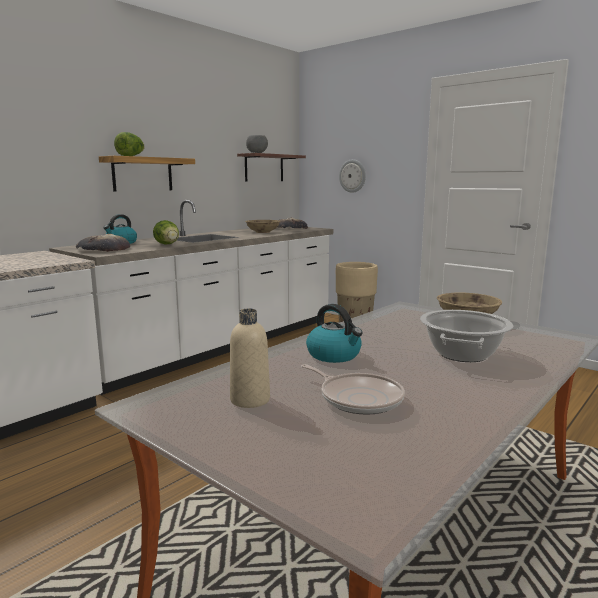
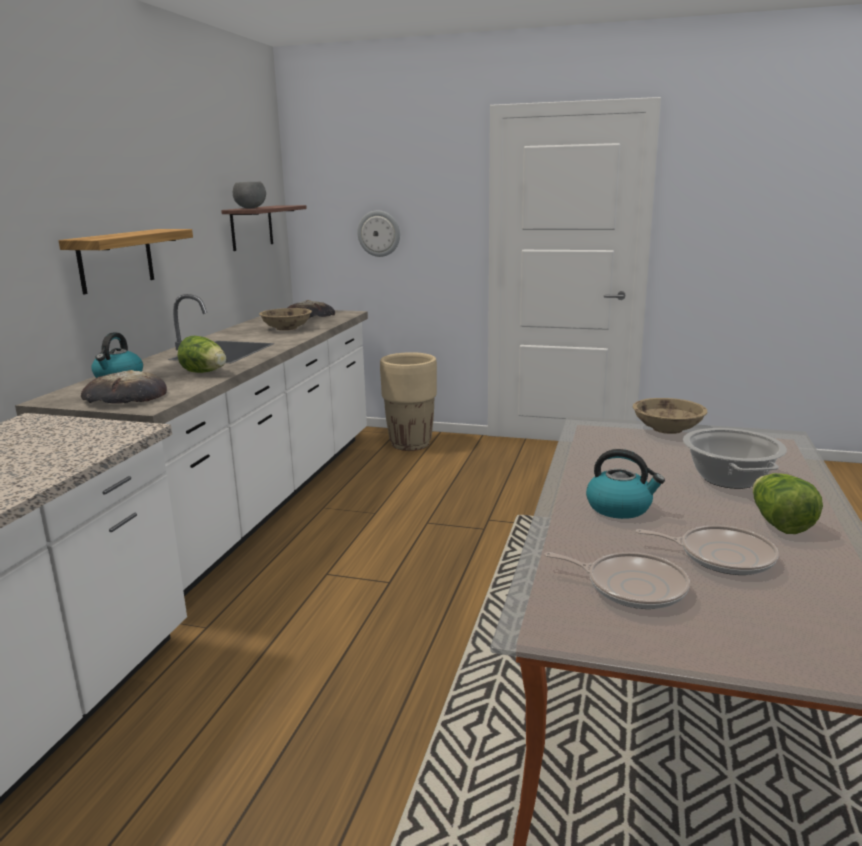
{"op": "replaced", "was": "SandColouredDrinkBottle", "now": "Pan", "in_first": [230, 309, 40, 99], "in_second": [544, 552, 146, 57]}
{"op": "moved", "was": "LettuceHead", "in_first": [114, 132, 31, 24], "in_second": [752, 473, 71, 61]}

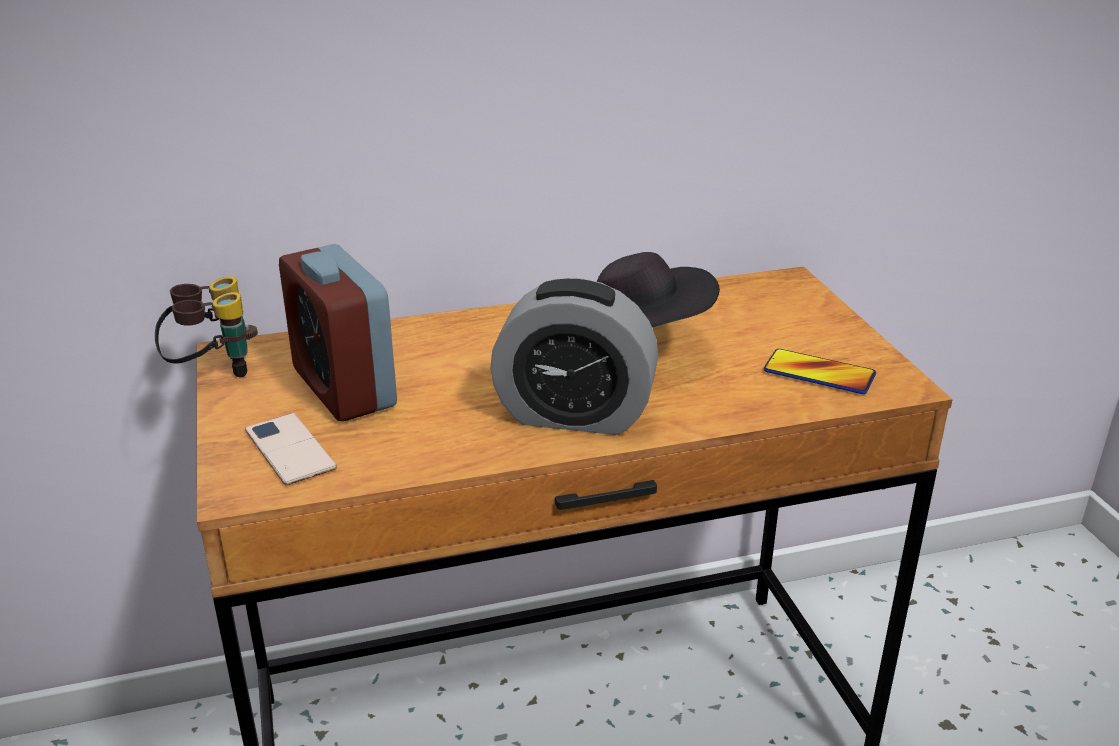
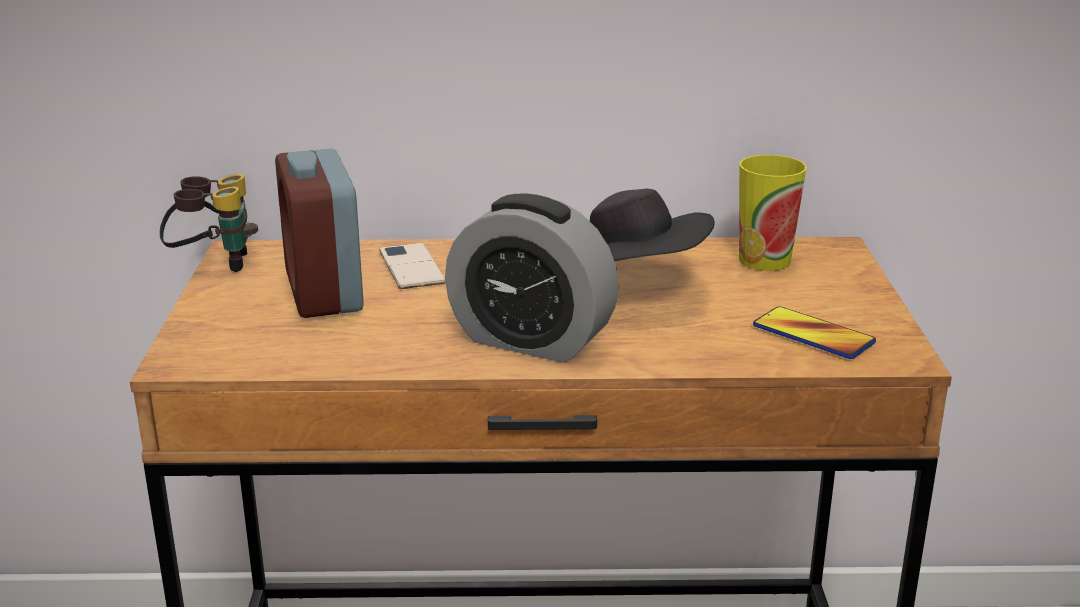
{"op": "moved", "was": "Phone", "in_first": [245, 413, 92, 73], "in_second": [379, 243, 67, 46]}
{"op": "added", "now": "DrinkingCup", "in_second": [739, 155, 68, 116]}

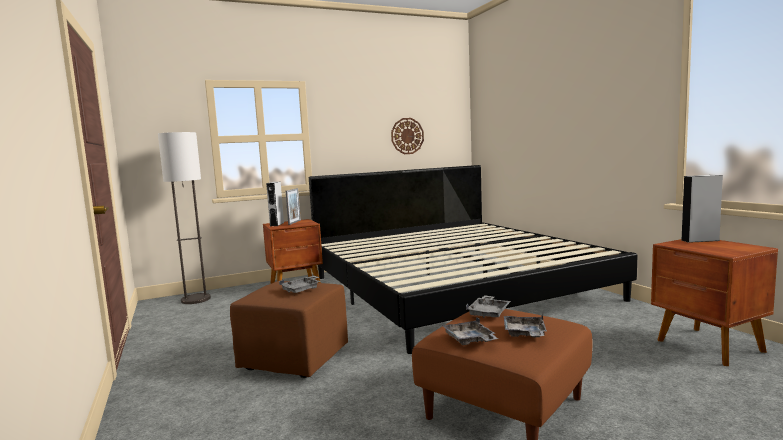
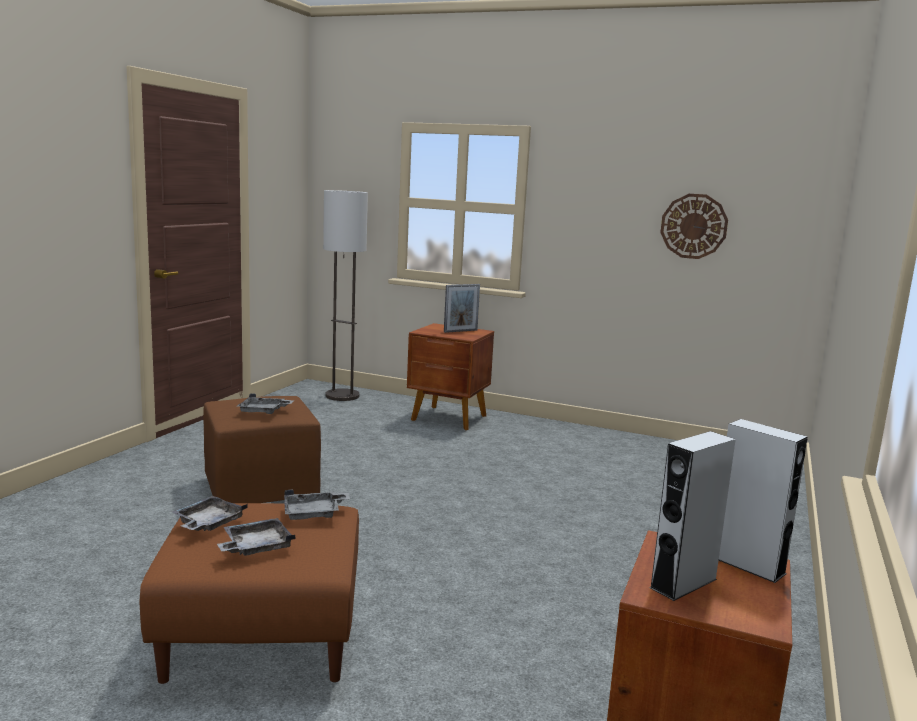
{"op": "moved", "was": "GreyLoudspeaker", "in_first": [266, 182, 18, 44], "in_second": [650, 431, 86, 170]}
{"op": "removed", "was": "Bed", "in_first": [309, 165, 328, 189]}

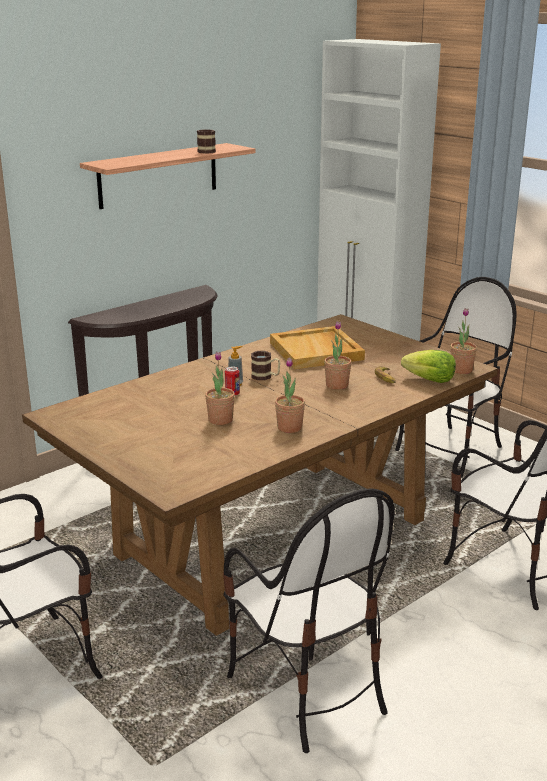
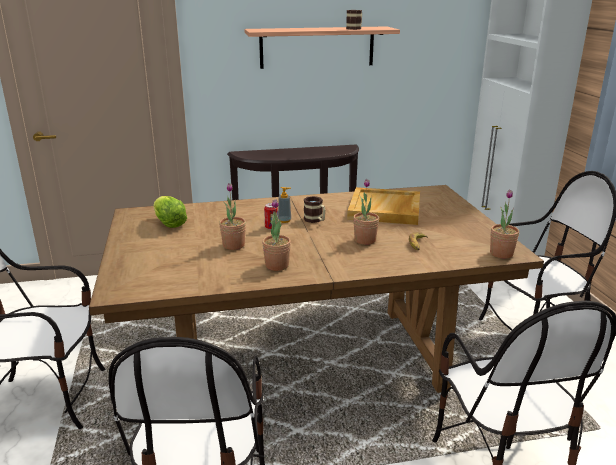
{"op": "moved", "was": "LettuceHead", "in_first": [401, 350, 55, 33], "in_second": [154, 196, 33, 32]}

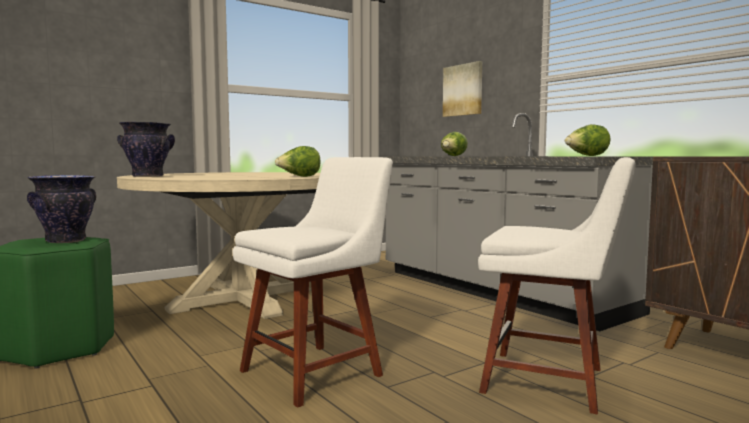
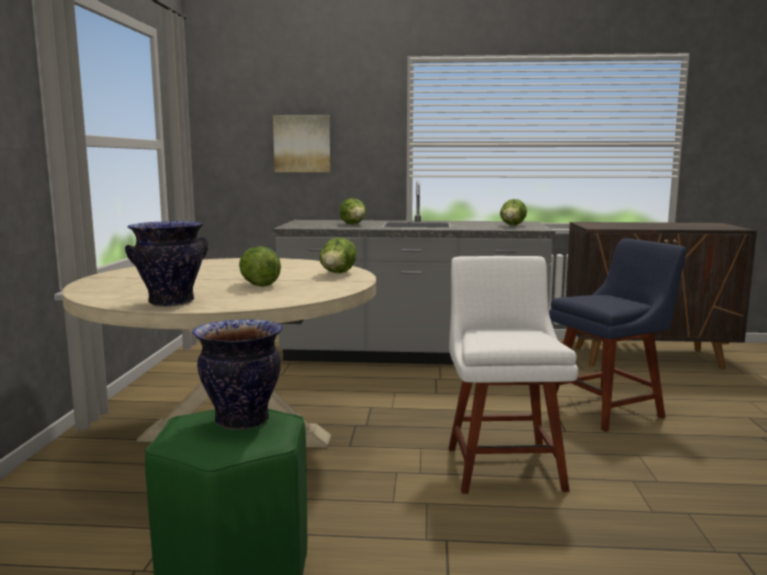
{"op": "added", "now": "LettuceHead", "in_second": [239, 246, 42, 41]}
{"op": "recoloured", "was": "WhitishUprightChair", "now": "BluishUprightChair", "in_first": [478, 157, 158, 258], "in_second": [549, 238, 138, 194]}

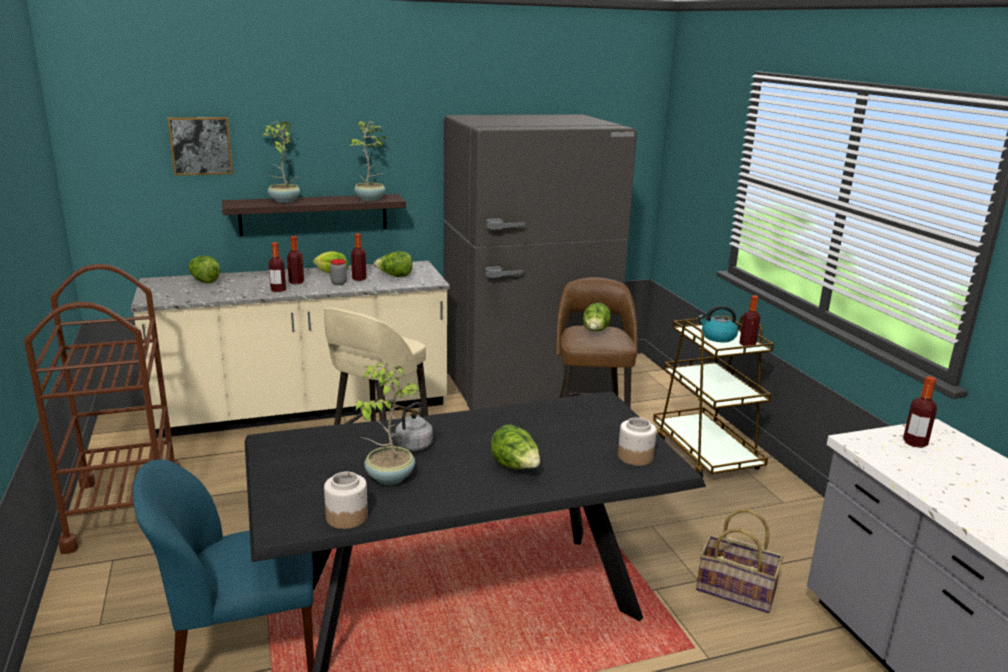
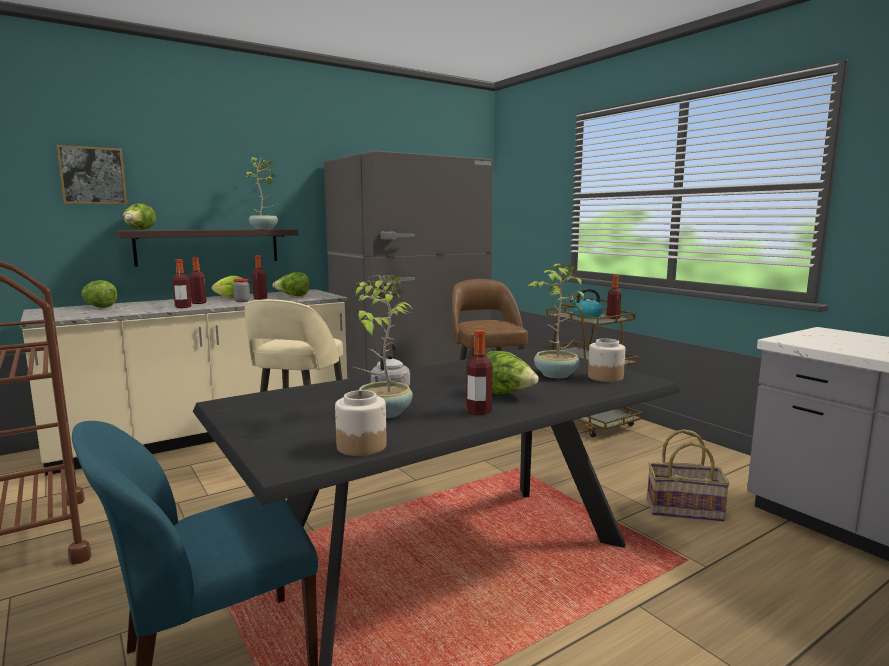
{"op": "moved", "was": "LettuceHead", "in_first": [583, 303, 28, 29], "in_second": [123, 203, 33, 27]}
{"op": "moved", "was": "DrinkBottle", "in_first": [903, 376, 34, 72], "in_second": [466, 330, 27, 85]}
{"op": "moved", "was": "Houseplant", "in_first": [262, 121, 38, 82], "in_second": [528, 264, 56, 114]}

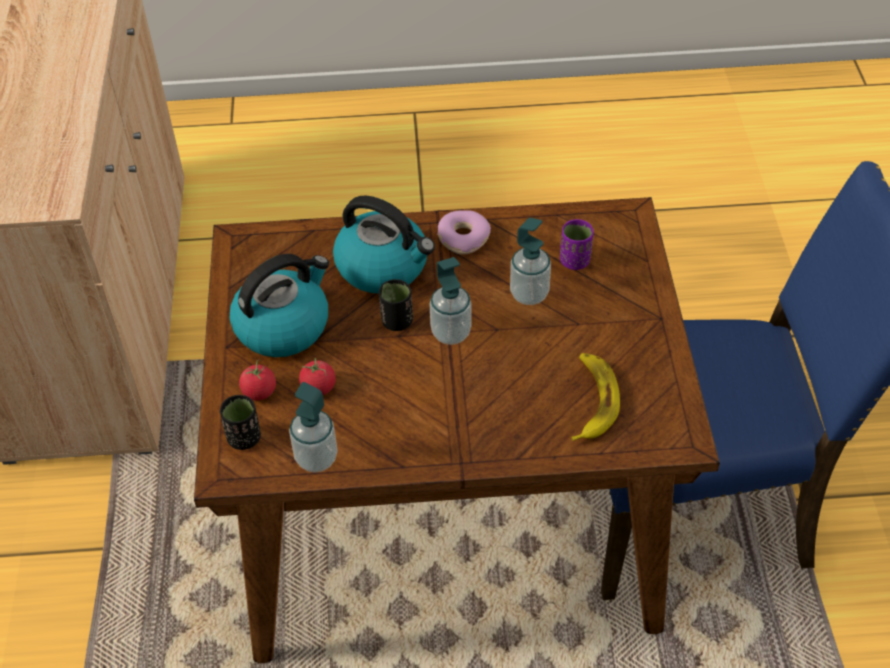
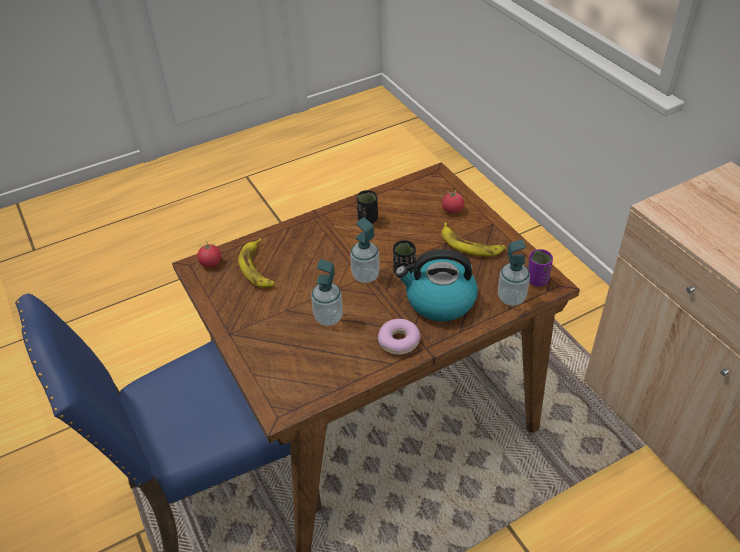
{"op": "moved", "was": "WholeTomato", "in_first": [299, 358, 37, 37], "in_second": [197, 241, 24, 26]}
{"op": "moved", "was": "BlackColouredDrinkingCup", "in_first": [220, 395, 41, 55], "in_second": [357, 190, 21, 34]}
{"op": "replaced", "was": "WaterKettle", "now": "BananaFruit", "in_first": [230, 254, 99, 103], "in_second": [442, 222, 64, 35]}
{"op": "moved", "was": "LiquidSoapBottle", "in_first": [289, 382, 49, 91], "in_second": [498, 239, 32, 67]}
{"op": "moved", "was": "PurpleDrinkingCup", "in_first": [560, 219, 34, 51], "in_second": [528, 249, 25, 37]}

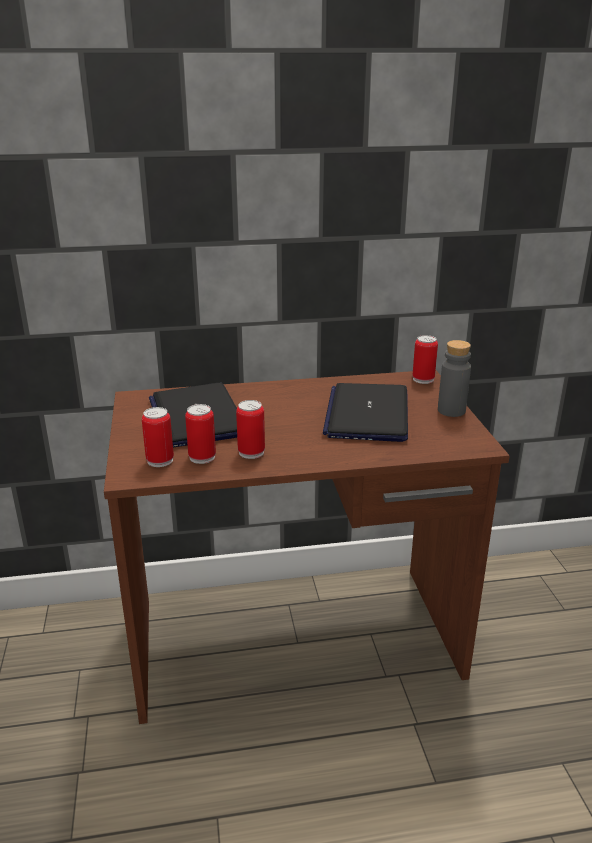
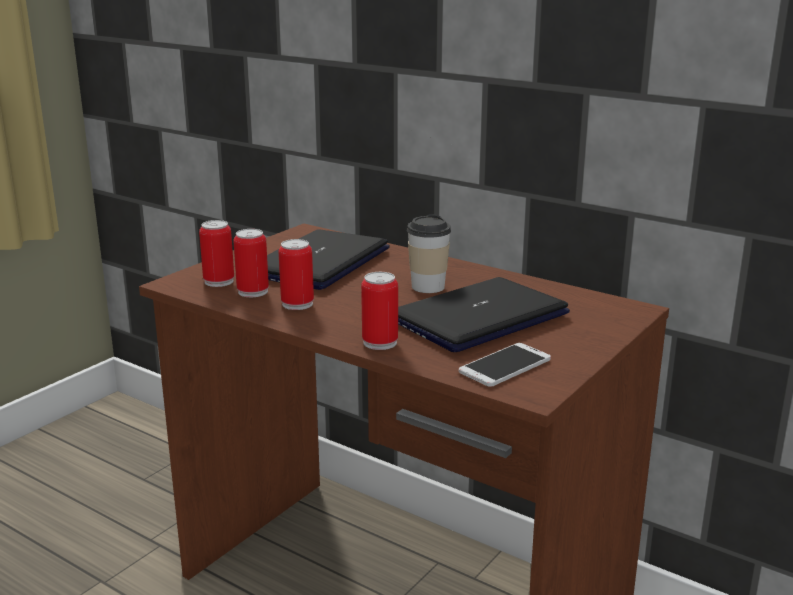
{"op": "moved", "was": "Can", "in_first": [412, 335, 26, 49], "in_second": [361, 272, 37, 78]}
{"op": "added", "now": "DrinkingCup", "in_second": [407, 214, 44, 79]}
{"op": "added", "now": "Phone", "in_second": [459, 343, 92, 44]}
{"op": "removed", "was": "GreyDrinkBottle", "in_first": [438, 340, 33, 77]}

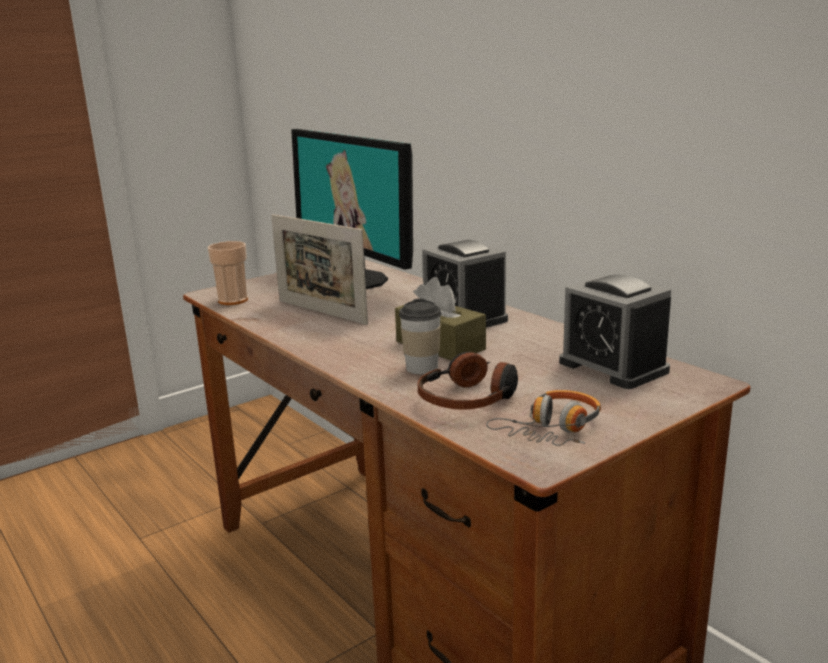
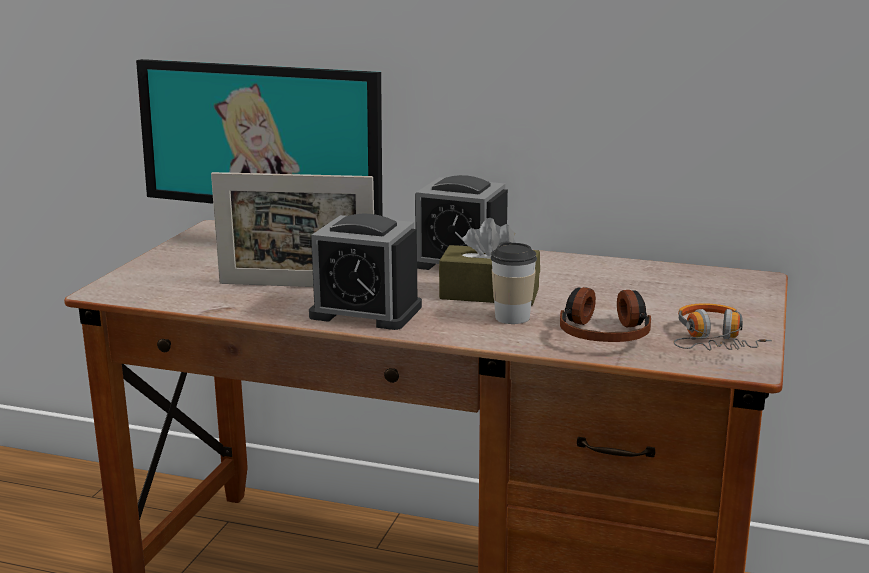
{"op": "moved", "was": "TableClock", "in_first": [559, 274, 112, 115], "in_second": [309, 214, 113, 116]}
{"op": "removed", "was": "DrinkingCup", "in_first": [207, 241, 41, 64]}

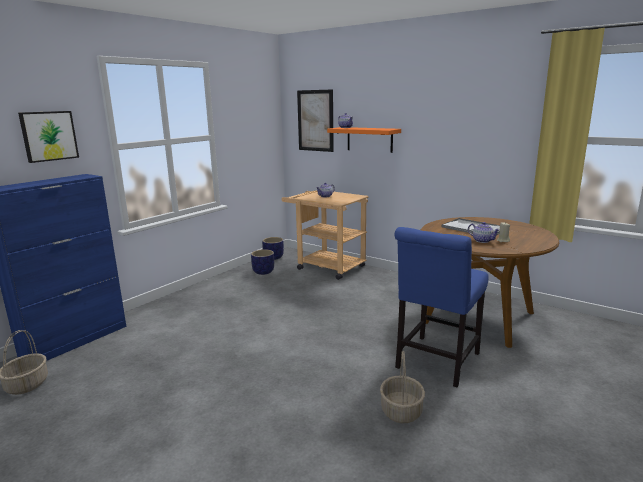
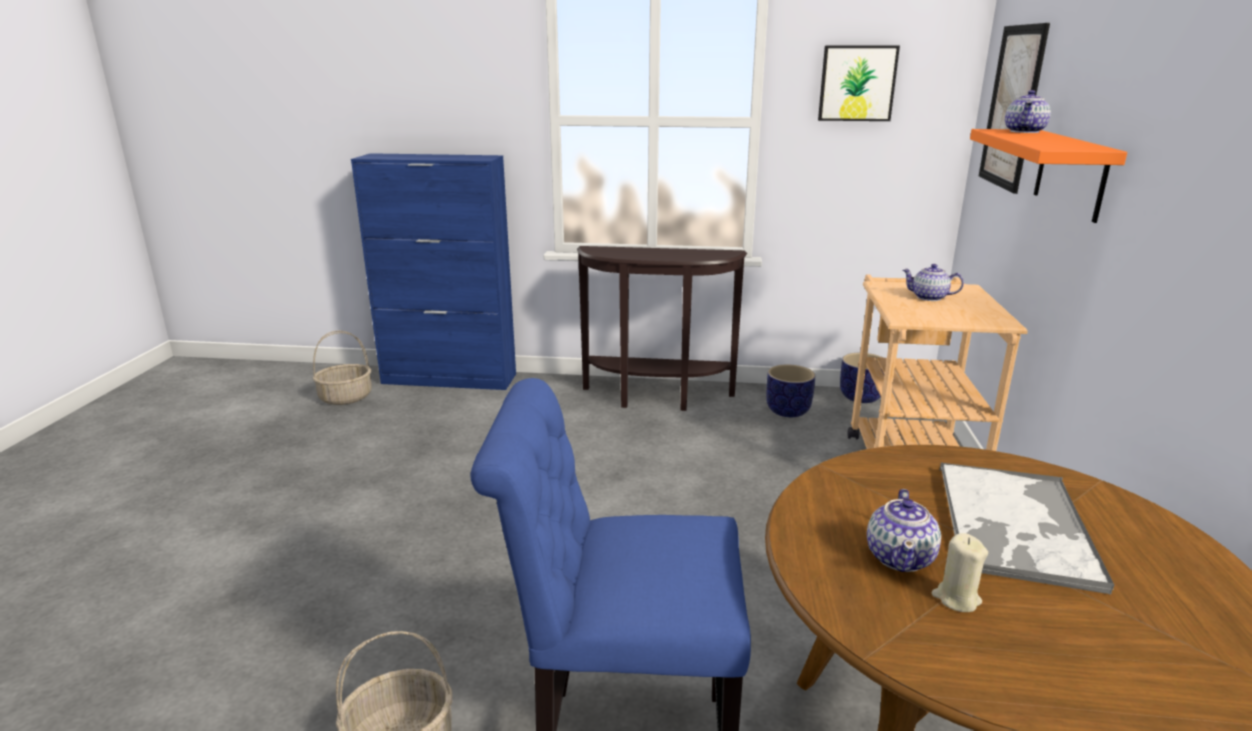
{"op": "added", "now": "BrownColouredConsoleTable", "in_second": [577, 246, 170, 165]}
{"op": "moved", "was": "Picture", "in_first": [18, 111, 61, 52], "in_second": [818, 46, 82, 75]}

